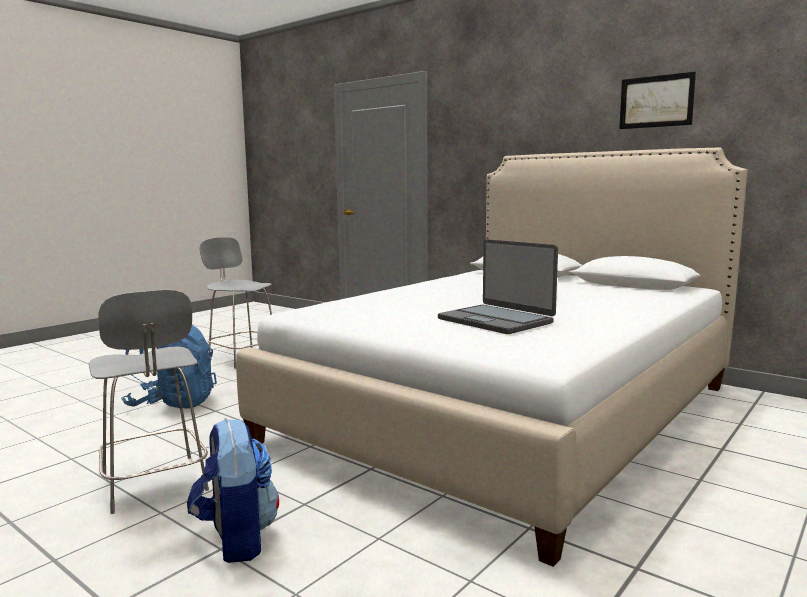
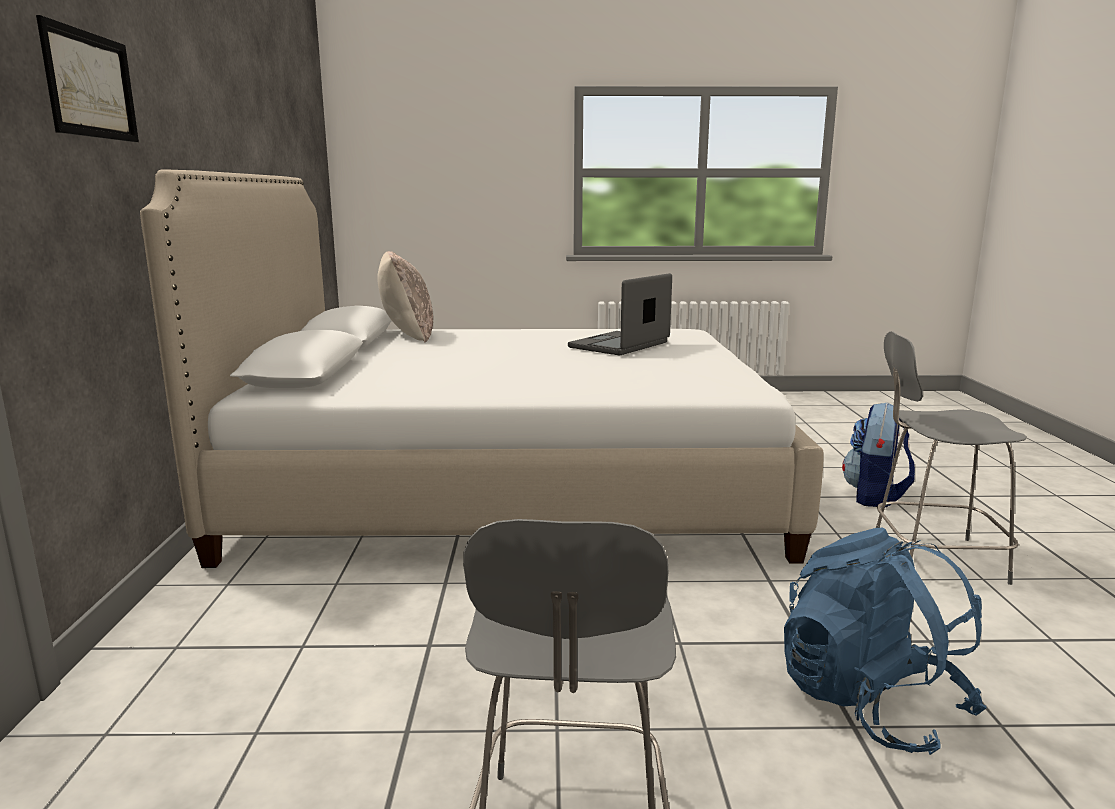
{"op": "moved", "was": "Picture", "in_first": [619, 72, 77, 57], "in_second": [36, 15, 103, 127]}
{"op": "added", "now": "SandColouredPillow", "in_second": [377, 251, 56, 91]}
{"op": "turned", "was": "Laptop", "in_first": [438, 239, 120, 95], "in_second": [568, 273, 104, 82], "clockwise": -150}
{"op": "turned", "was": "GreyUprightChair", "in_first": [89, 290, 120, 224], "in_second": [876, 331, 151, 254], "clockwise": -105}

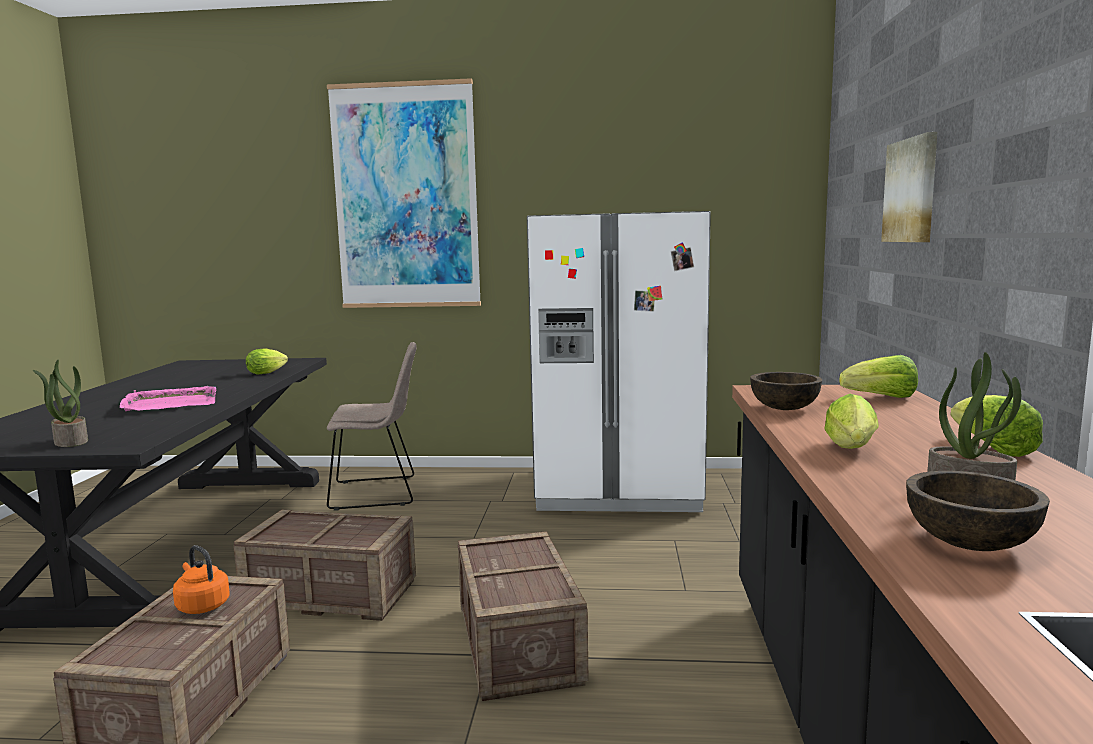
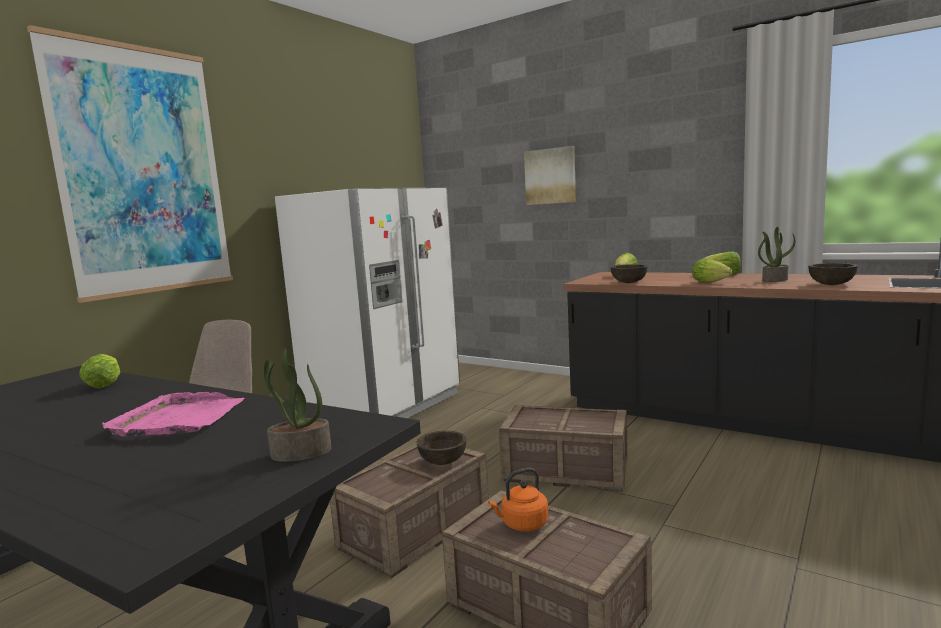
{"op": "added", "now": "BrownColouredServingBowl", "in_second": [417, 431, 49, 34]}

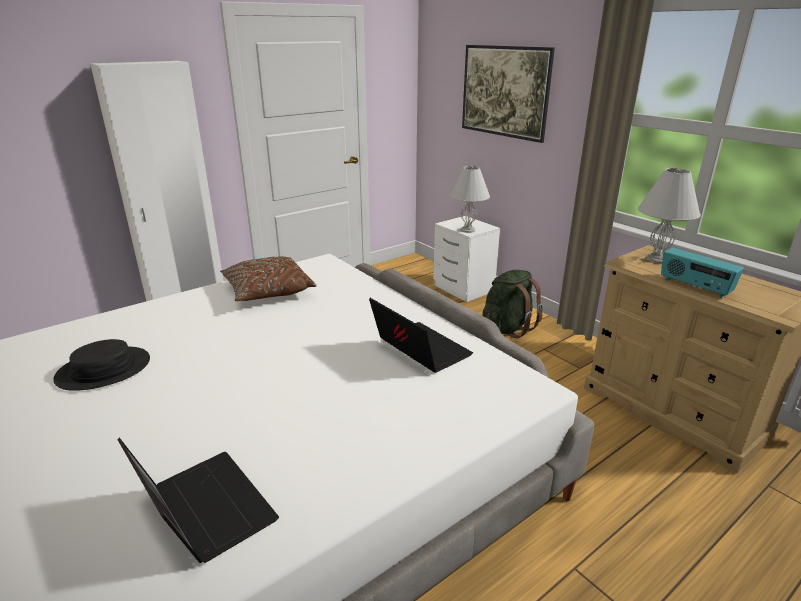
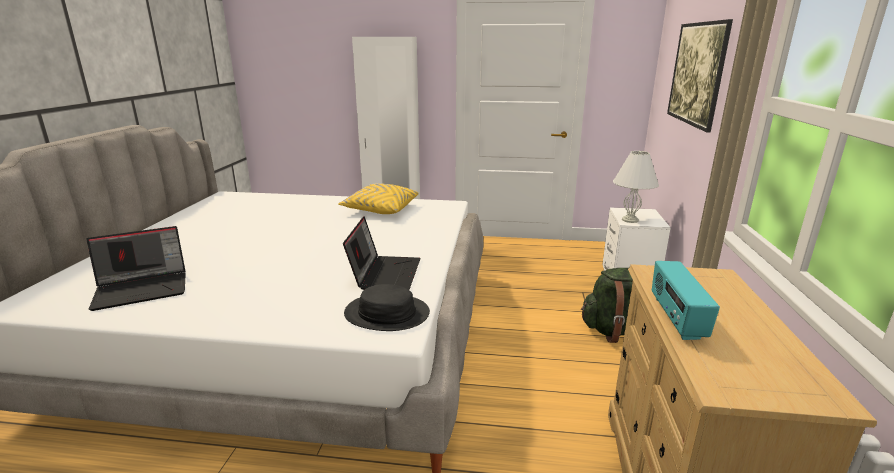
{"op": "turned", "was": "Laptop", "in_first": [118, 438, 161, 125], "in_second": [86, 226, 100, 85], "clockwise": 60}
{"op": "recoloured", "was": "BrownColouredPillow", "now": "YellowColouredPillow", "in_first": [220, 257, 97, 44], "in_second": [338, 183, 81, 31]}
{"op": "moved", "was": "BlackColouredClothingHat", "in_first": [53, 339, 97, 52], "in_second": [344, 284, 86, 47]}
{"op": "removed", "was": "WhitishTabletopLamp", "in_first": [638, 168, 63, 96]}

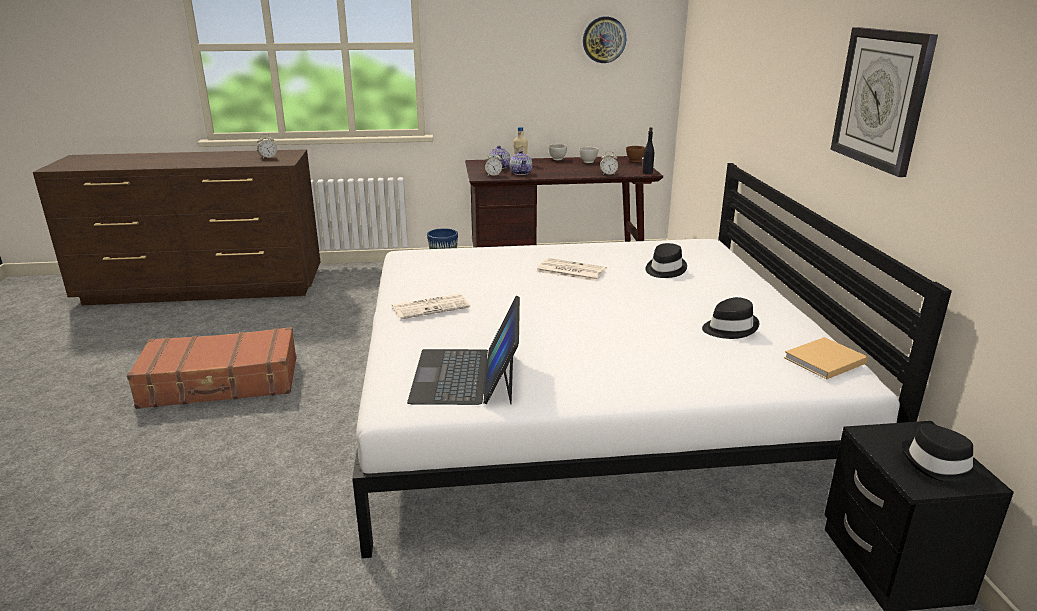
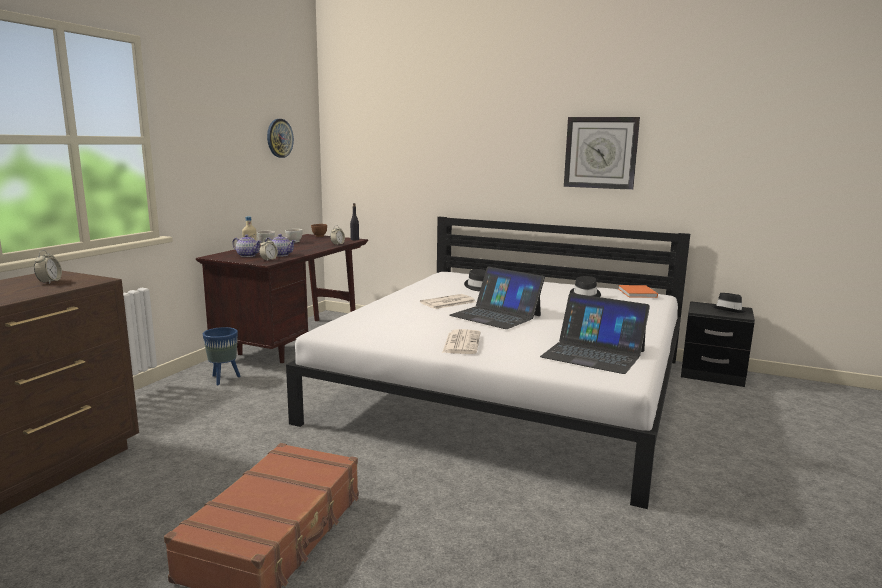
{"op": "added", "now": "Laptop", "in_second": [449, 266, 96, 63]}
{"op": "recoloured", "was": "SandColouredBook", "now": "OrangeBook", "in_first": [784, 337, 84, 42], "in_second": [618, 285, 40, 13]}

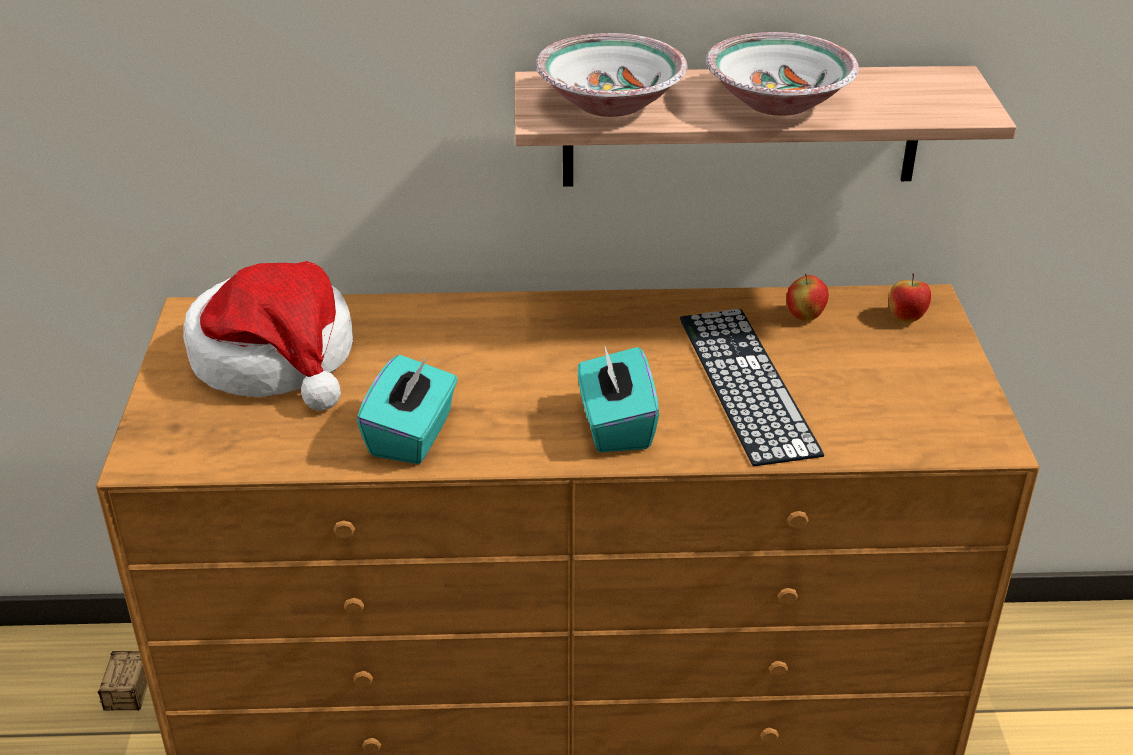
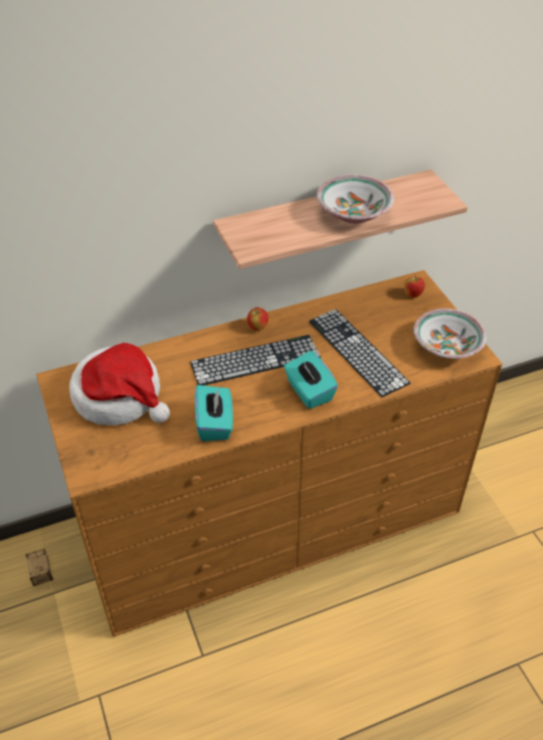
{"op": "added", "now": "ComputerKeyboard", "in_second": [190, 335, 131, 51]}
{"op": "moved", "was": "Apple", "in_first": [787, 274, 42, 47], "in_second": [247, 307, 21, 24]}
{"op": "moved", "was": "ServingBowl", "in_first": [536, 33, 152, 84], "in_second": [413, 309, 74, 50]}

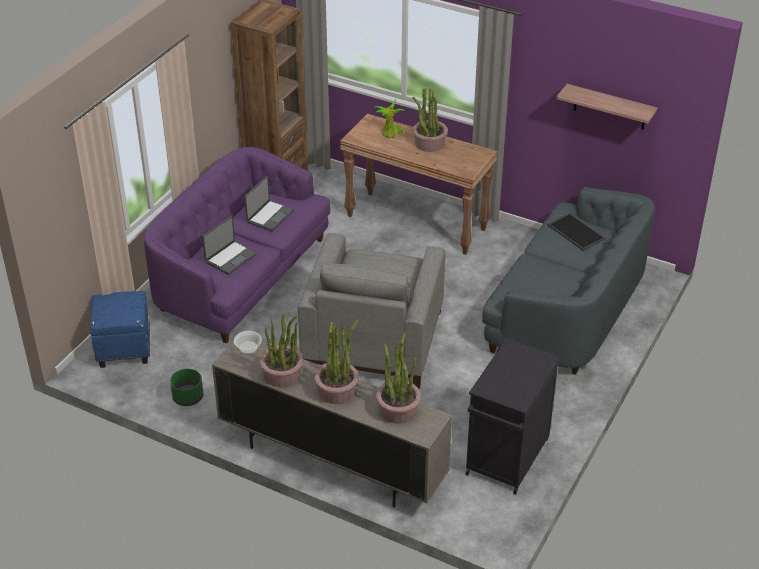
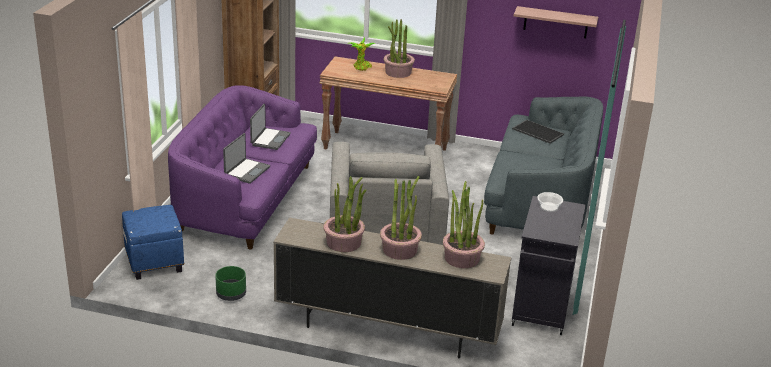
{"op": "moved", "was": "ServingBowl", "in_first": [234, 331, 28, 24], "in_second": [537, 192, 26, 20]}

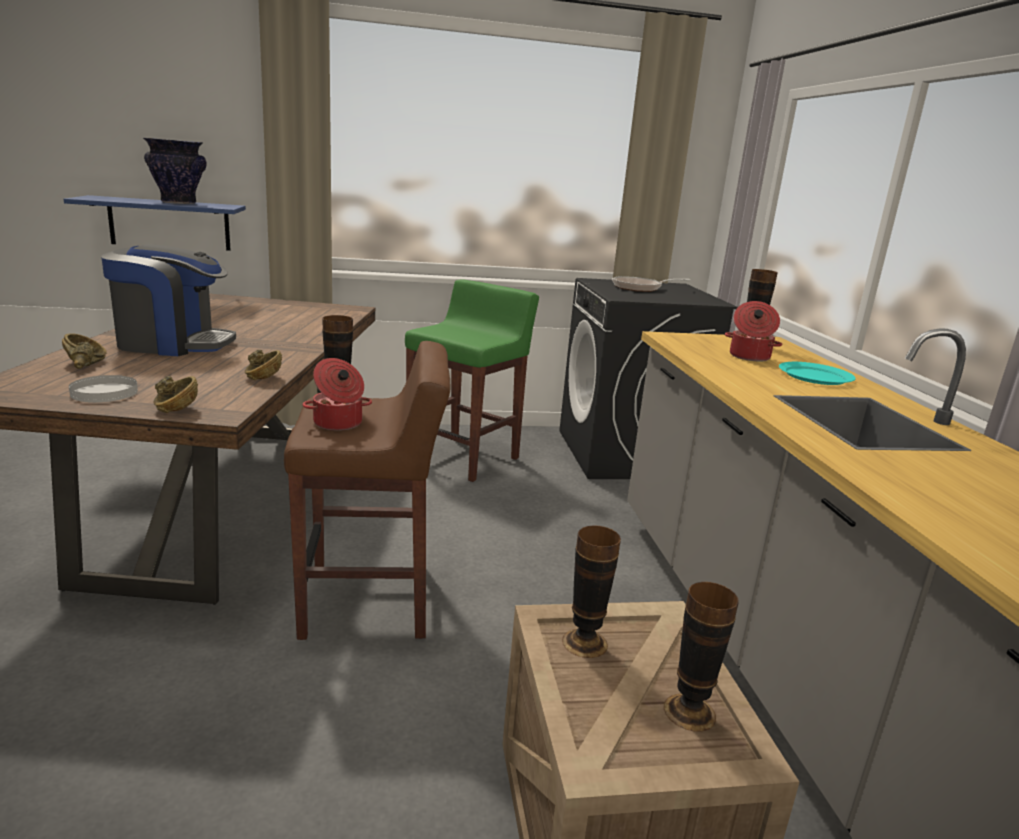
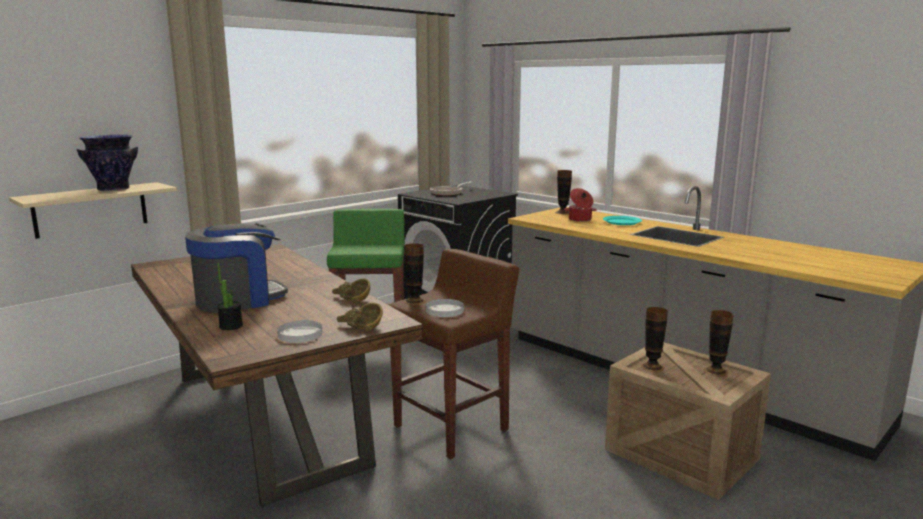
{"op": "recoloured", "was": "BluishBracketShelf", "now": "SandColouredBracketShelf", "in_first": [64, 195, 182, 56], "in_second": [9, 182, 168, 57]}
{"op": "replaced", "was": "BrownColouredServingBowl", "now": "Houseplant", "in_first": [62, 333, 45, 36], "in_second": [217, 263, 26, 67]}
{"op": "replaced", "was": "Stockpot", "now": "WhitishDinnerPlate", "in_first": [302, 358, 70, 73], "in_second": [426, 299, 38, 18]}

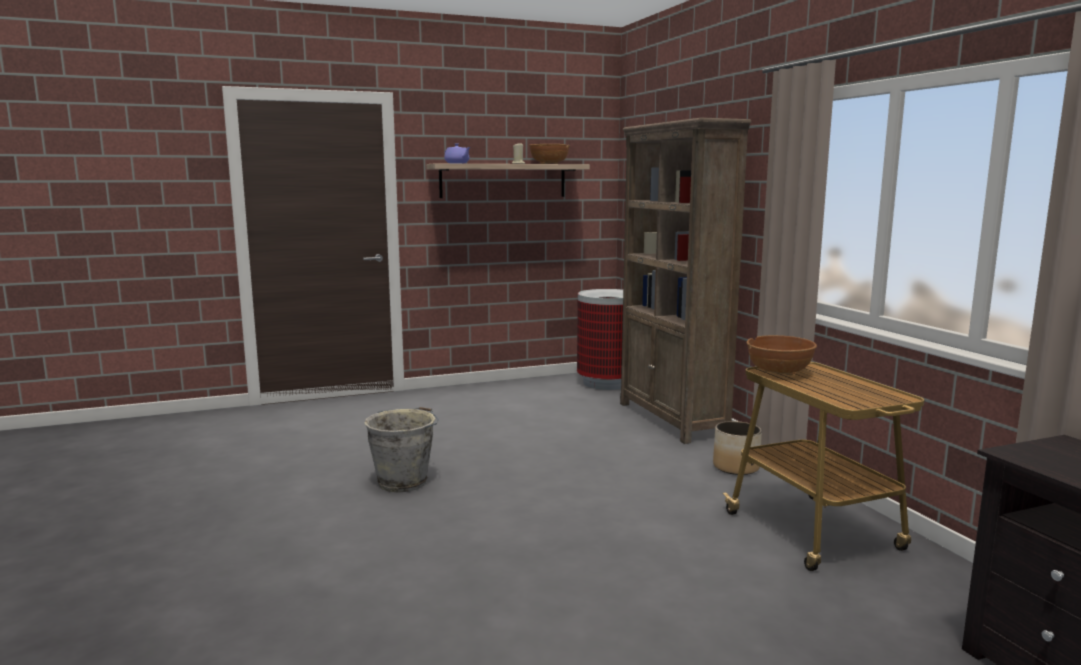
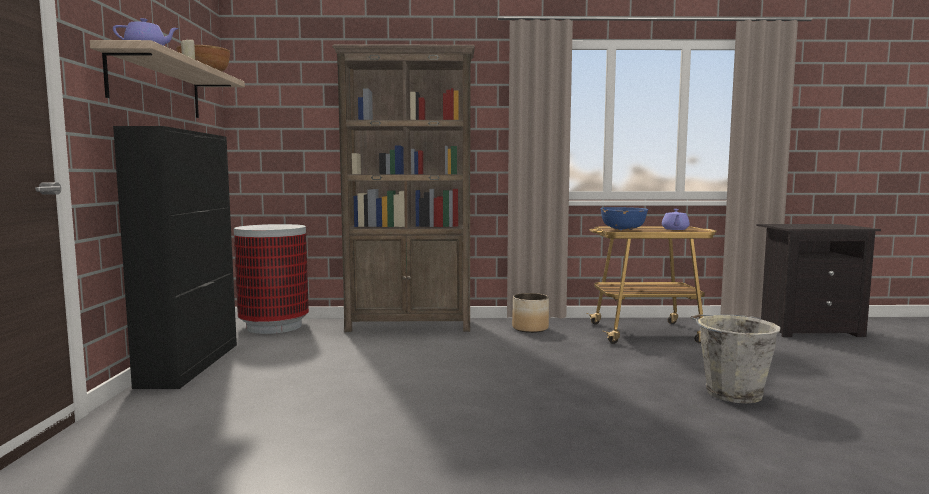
{"op": "added", "now": "BlackColouredCupboard", "in_second": [113, 126, 124, 263]}
{"op": "recoloured", "was": "BrownColouredServingBowl", "now": "BluishServingBowl", "in_first": [747, 335, 70, 40], "in_second": [600, 207, 48, 24]}
{"op": "added", "now": "PurpleTeaPot", "in_second": [662, 209, 28, 21]}
{"op": "moved", "was": "GreyBucket", "in_first": [364, 407, 75, 86], "in_second": [690, 314, 91, 90]}

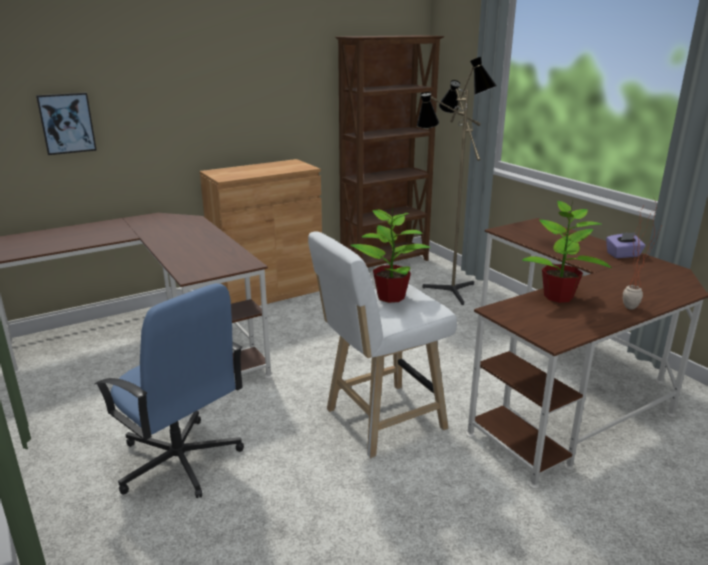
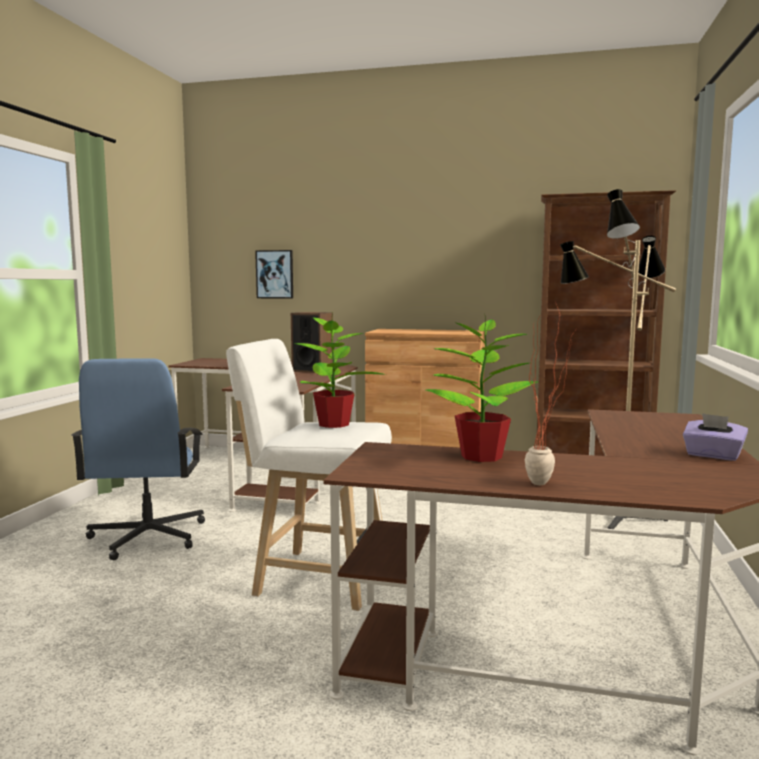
{"op": "added", "now": "Loudspeaker", "in_second": [291, 312, 42, 61]}

